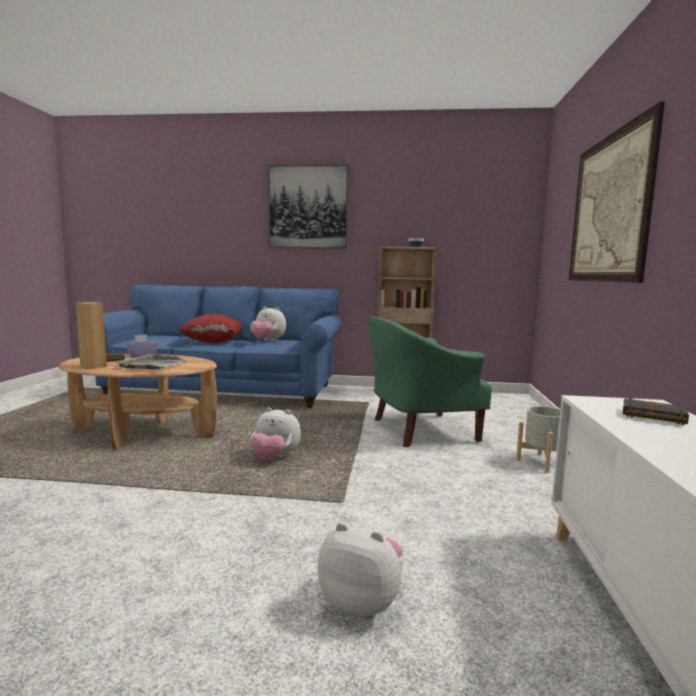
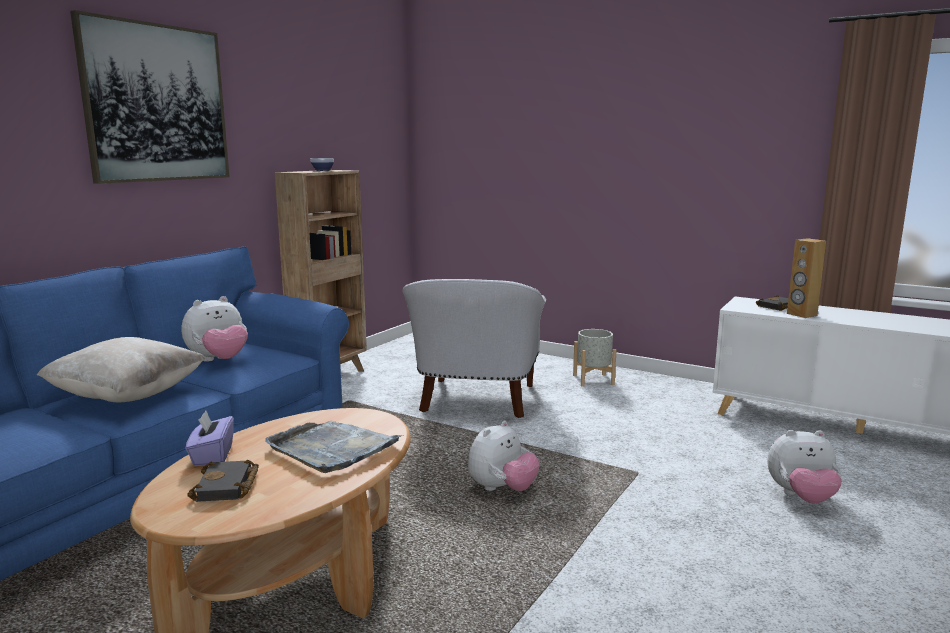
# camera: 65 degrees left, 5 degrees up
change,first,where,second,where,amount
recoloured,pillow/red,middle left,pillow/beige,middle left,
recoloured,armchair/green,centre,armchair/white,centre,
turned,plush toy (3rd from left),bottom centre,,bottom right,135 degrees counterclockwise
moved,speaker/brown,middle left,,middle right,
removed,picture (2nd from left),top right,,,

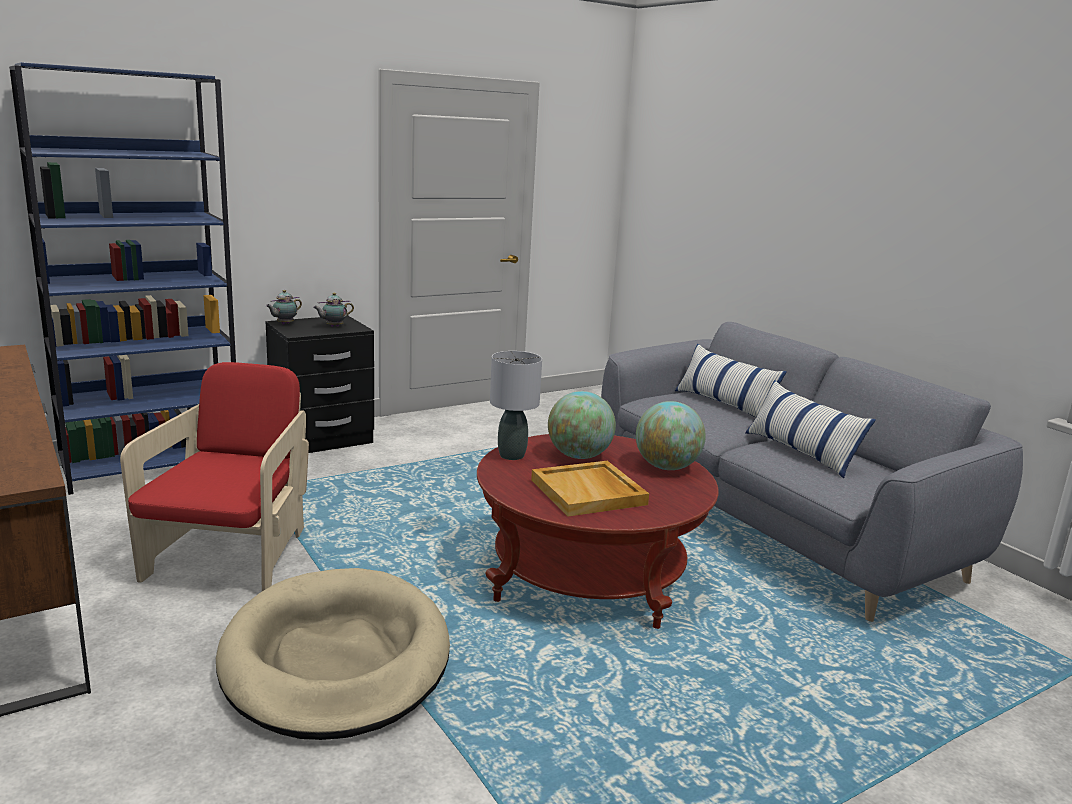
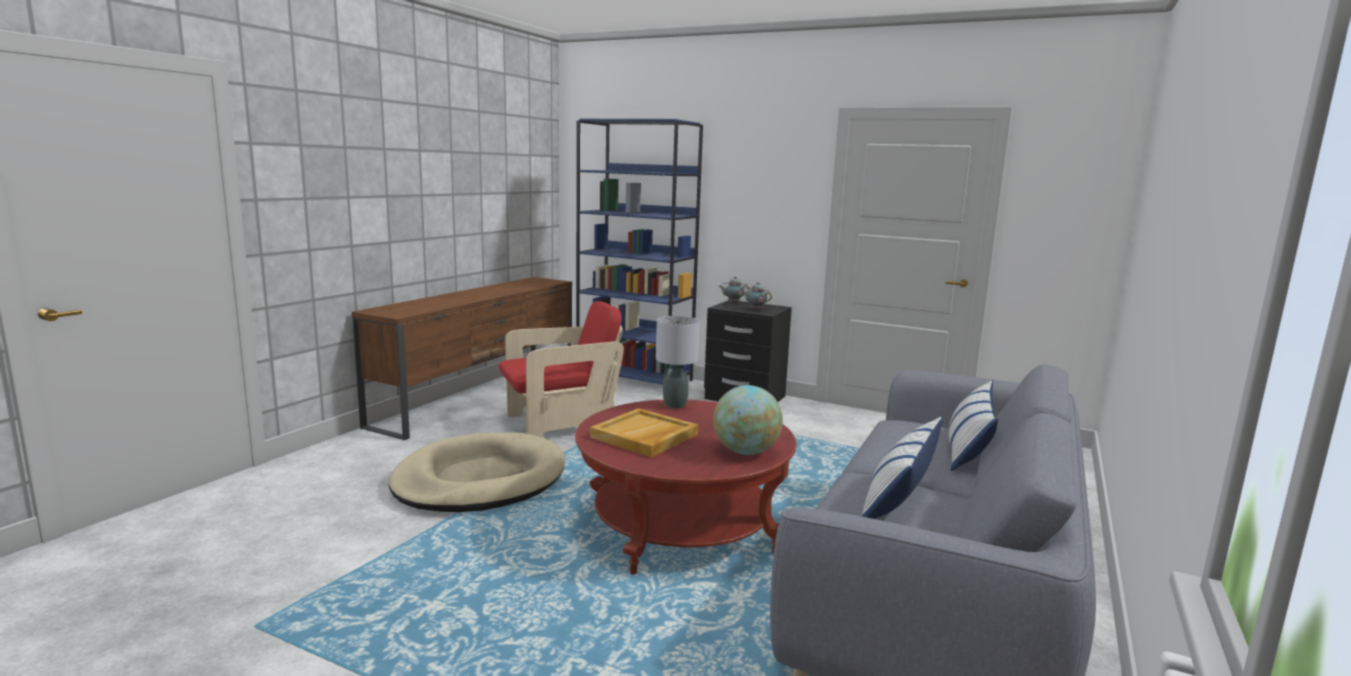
# camera: 60 degrees right, 5 degrees down
change,first,where,second,where,amount
removed,globe (1st from left),centre,,,

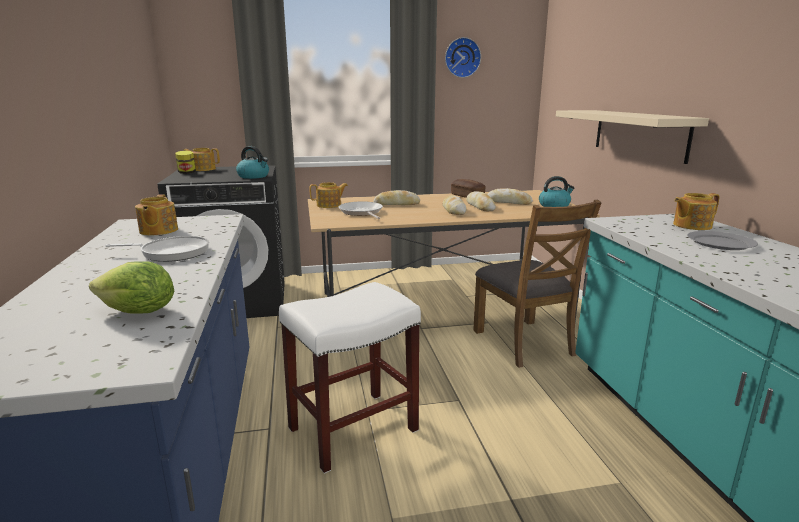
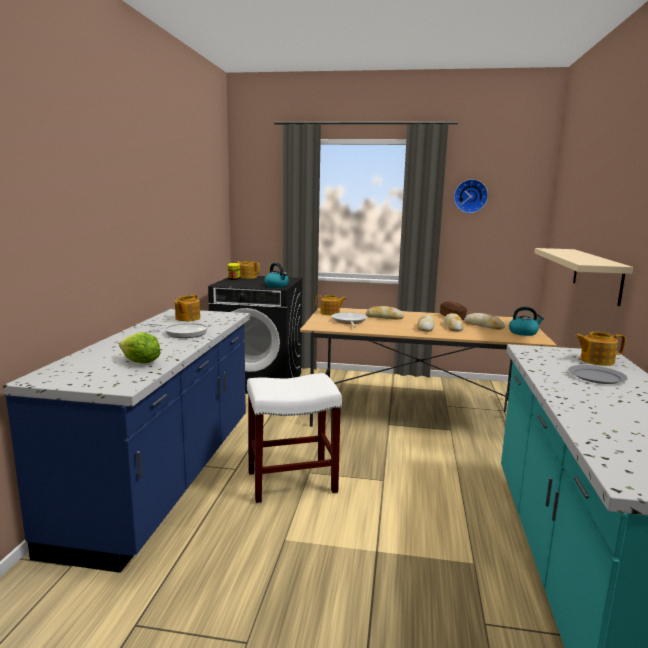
# camera: 20 degrees right, 5 degrees down
change,first,where,second,where,amount
removed,chair/brown,middle right,,,

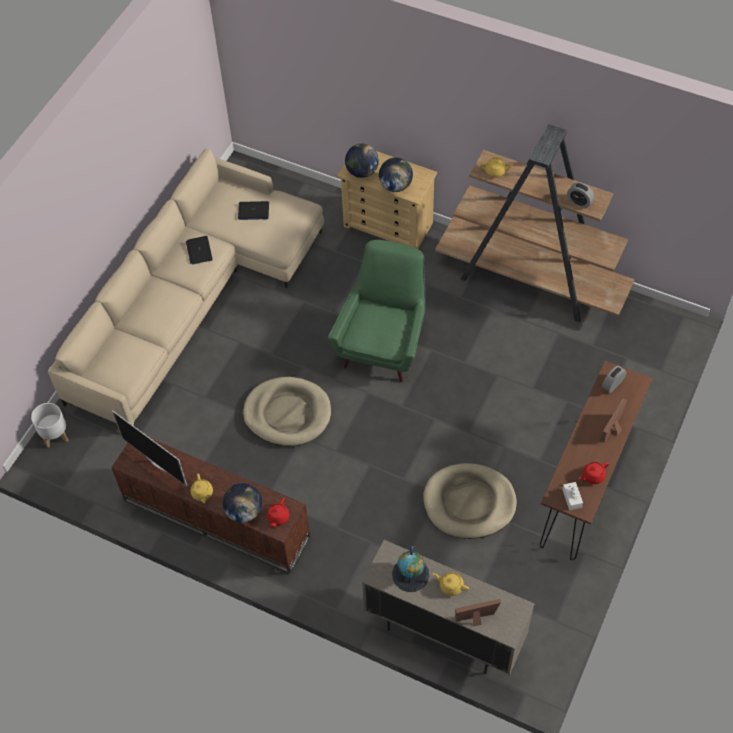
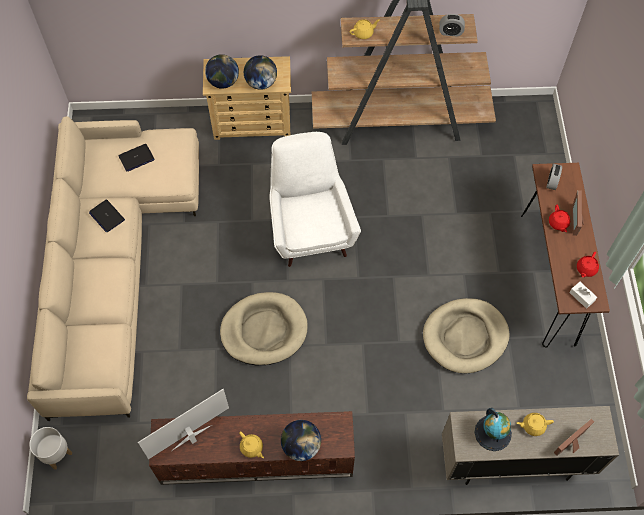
# camera: 30 degrees left, 5 degrees up
change,first,where,second,where,amount
turned,television,middle left,,bottom left,135 degrees clockwise
recoloured,armchair/green,centre,armchair/white,centre,
moved,teapot/red (1st from left),bottom centre,,middle right,

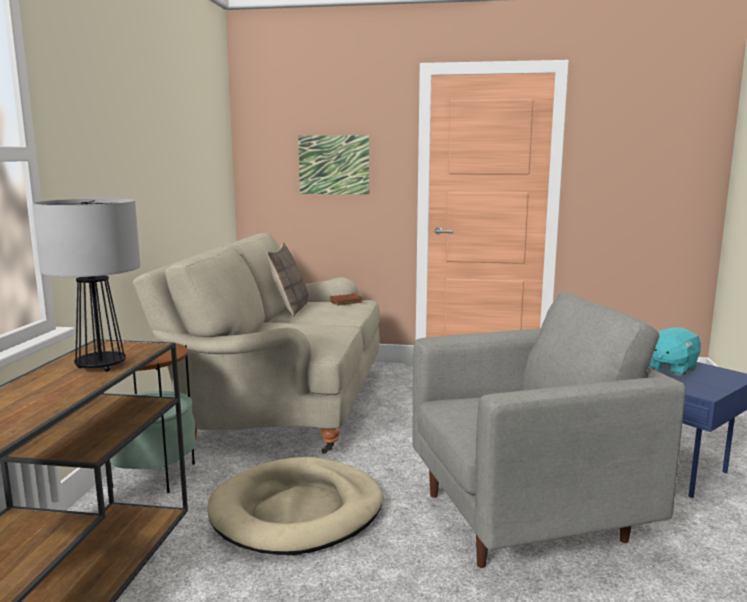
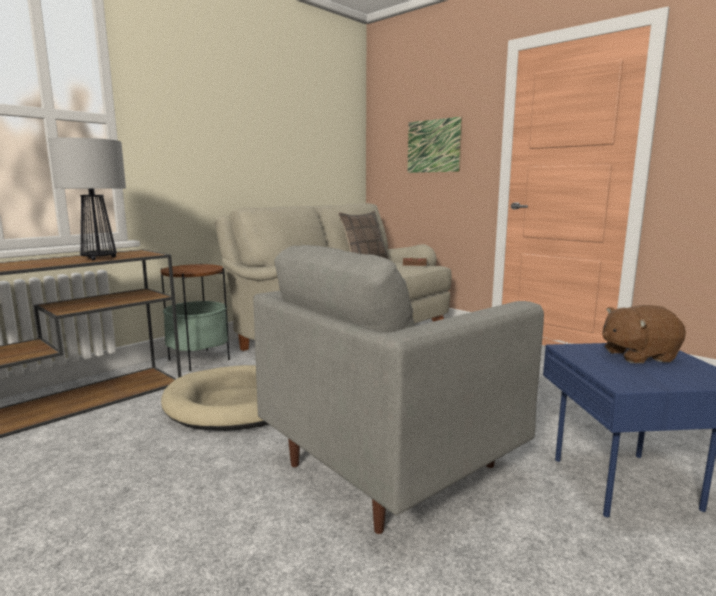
# camera: 35 degrees right, 0 degrees up
change,first,where,second,where,amount
turned,armchair/grey,bottom right,,centre,120 degrees clockwise
recoloured,plush toy/turquoise,middle right,plush toy/brown,middle right,

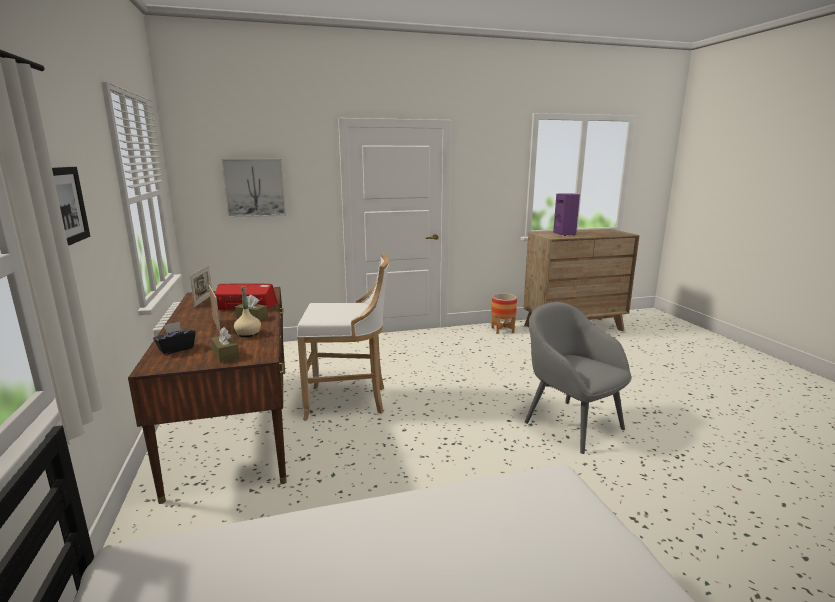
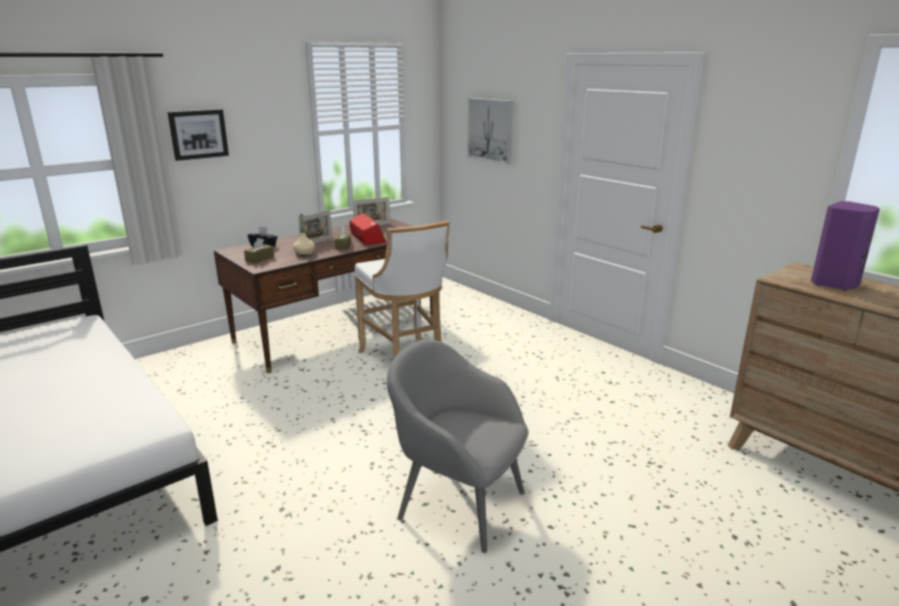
# camera: 65 degrees right, 5 degrees up
change,first,where,second,where,amount
turned,armchair/grey,middle right,,bottom centre,90 degrees counterclockwise
removed,planter,centre,,,

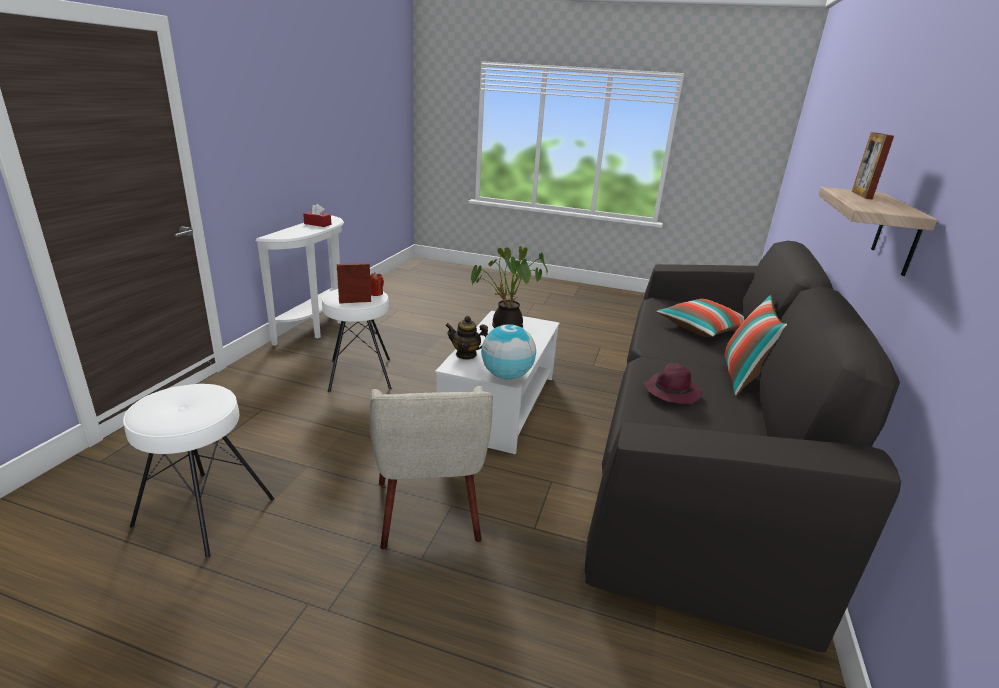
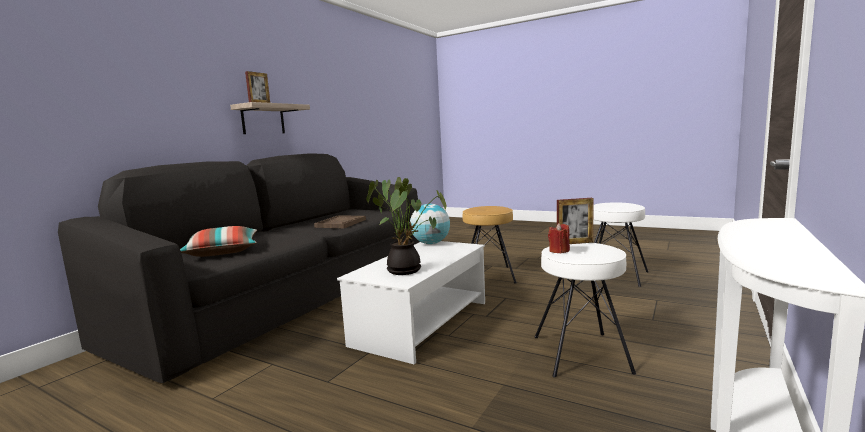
# camera: 165 degrees left, 15 degrees down
change,first,where,second,where,amount
replaced,hat/purple,middle right,tray/brown,centre,
replaced,armchair/beige,bottom centre,stool/brown,centre,
removed,tissue box/red,top left,,,
removed,teapot,centre,,,
removed,pillow (2nd from left),middle right,,,

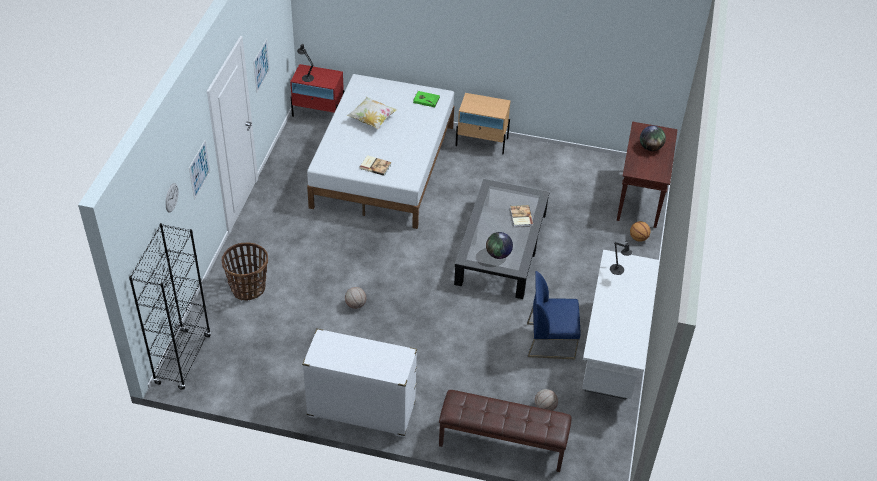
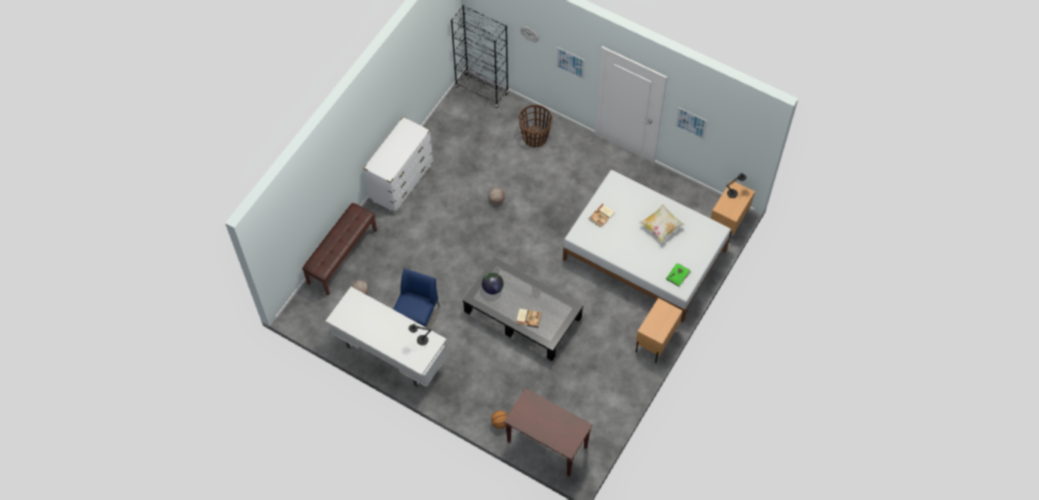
# camera: 110 degrees right, 15 degrees up
change,first,where,second,where,amount
recoloured,nightstand/red,top centre,nightstand/beige (2nd from left),middle right,
removed,globe (2nd from left),top right,,,

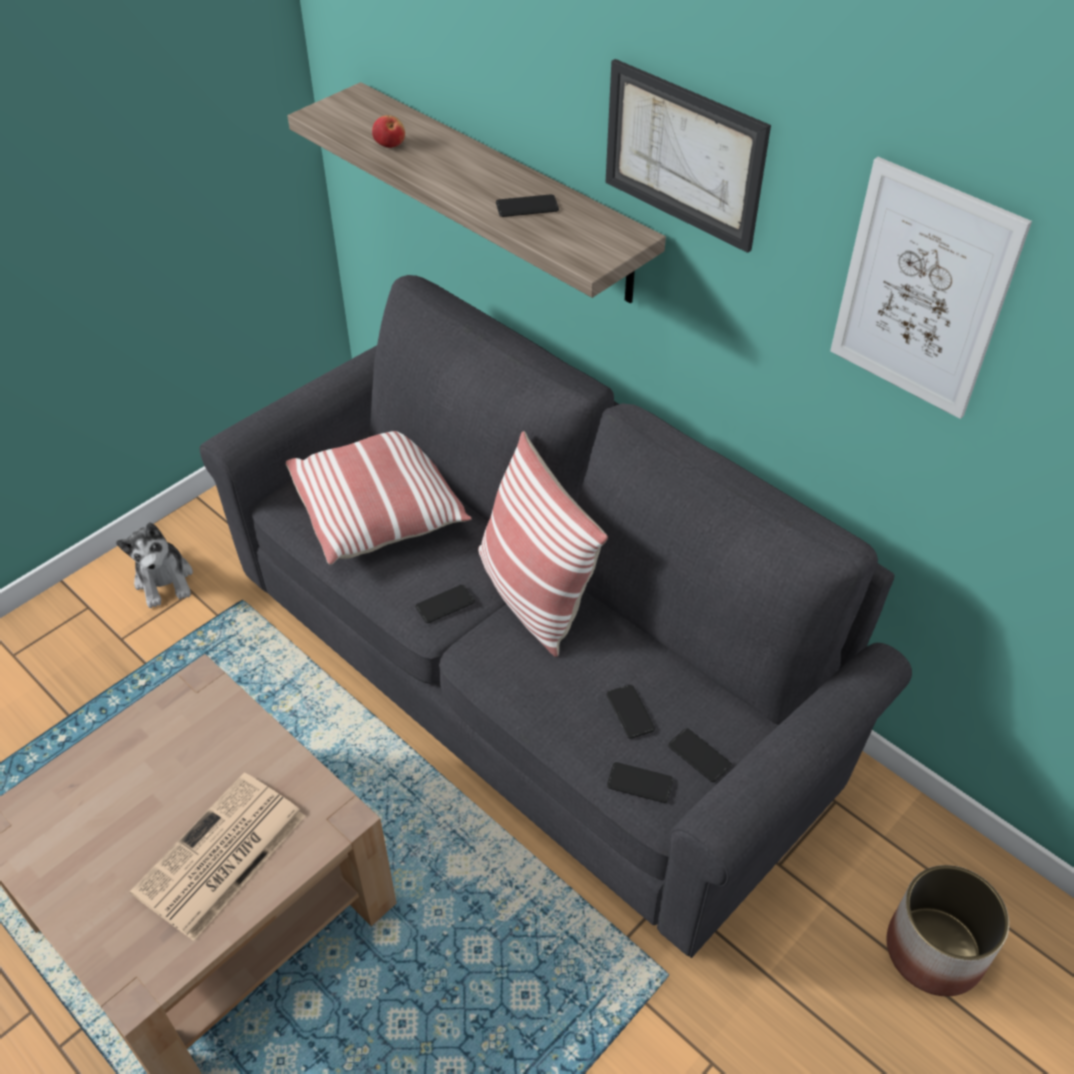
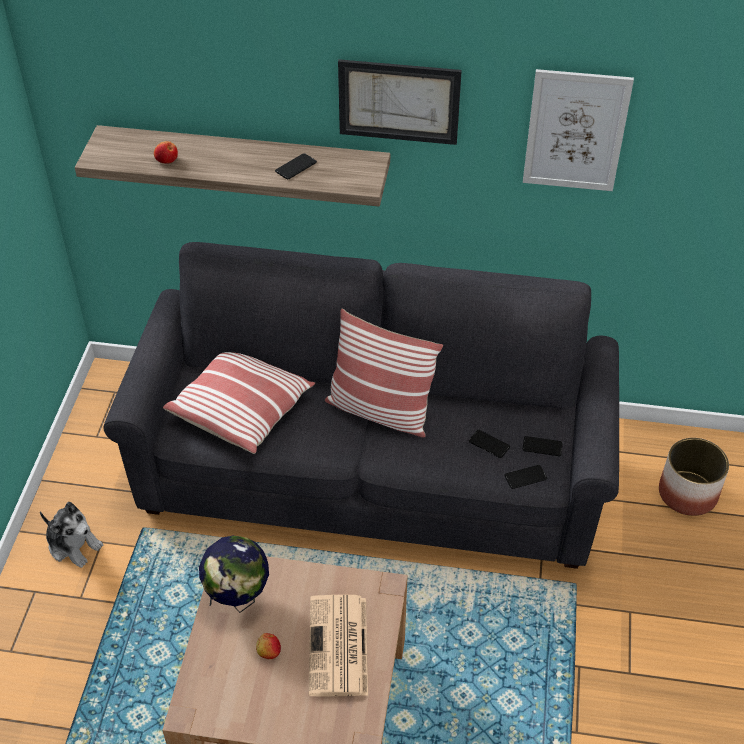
# camera: 35 degrees left, 0 degrees up
change,first,where,second,where,amount
added,,,globe,bottom left,
added,,,apple (2nd from left),bottom centre,
removed,phone (1st from left),centre,,,

